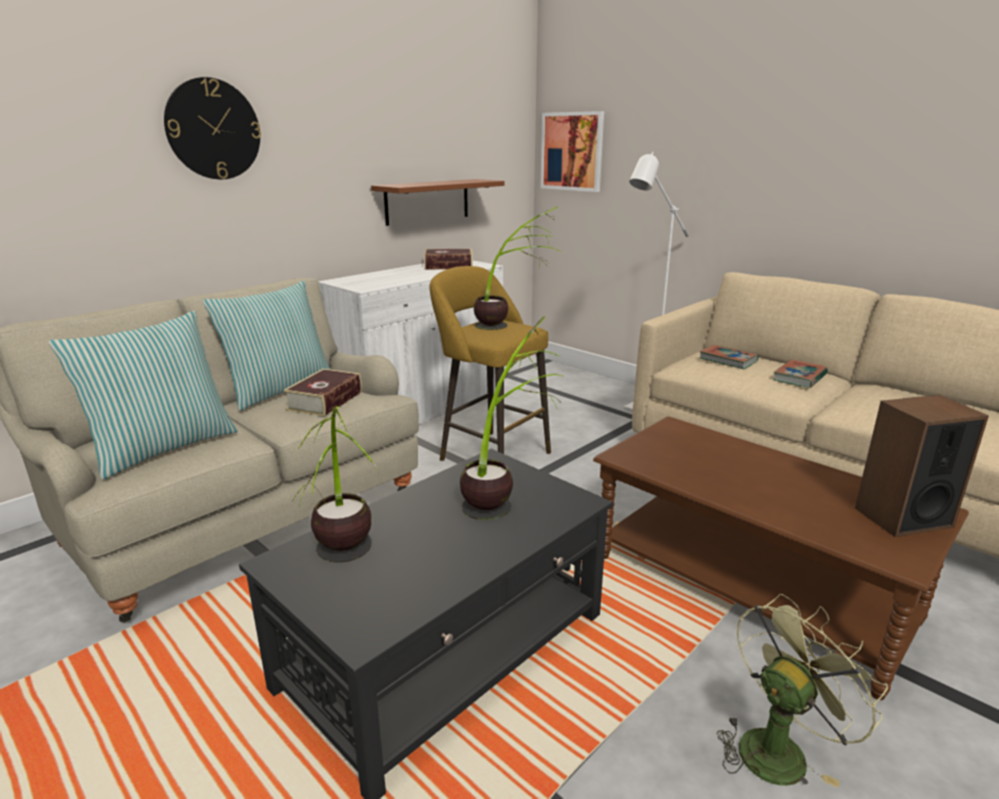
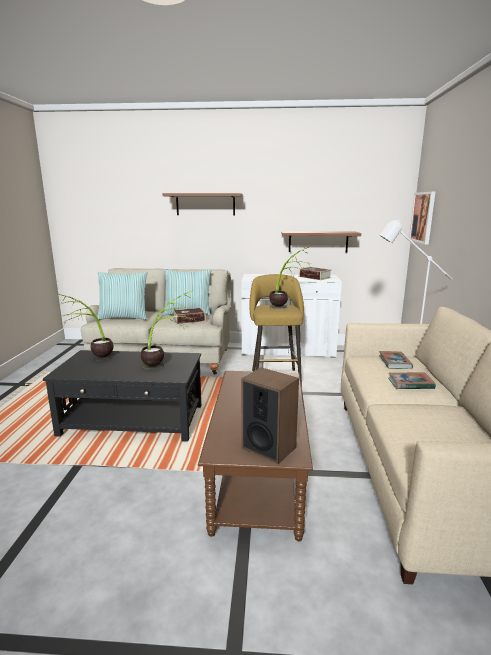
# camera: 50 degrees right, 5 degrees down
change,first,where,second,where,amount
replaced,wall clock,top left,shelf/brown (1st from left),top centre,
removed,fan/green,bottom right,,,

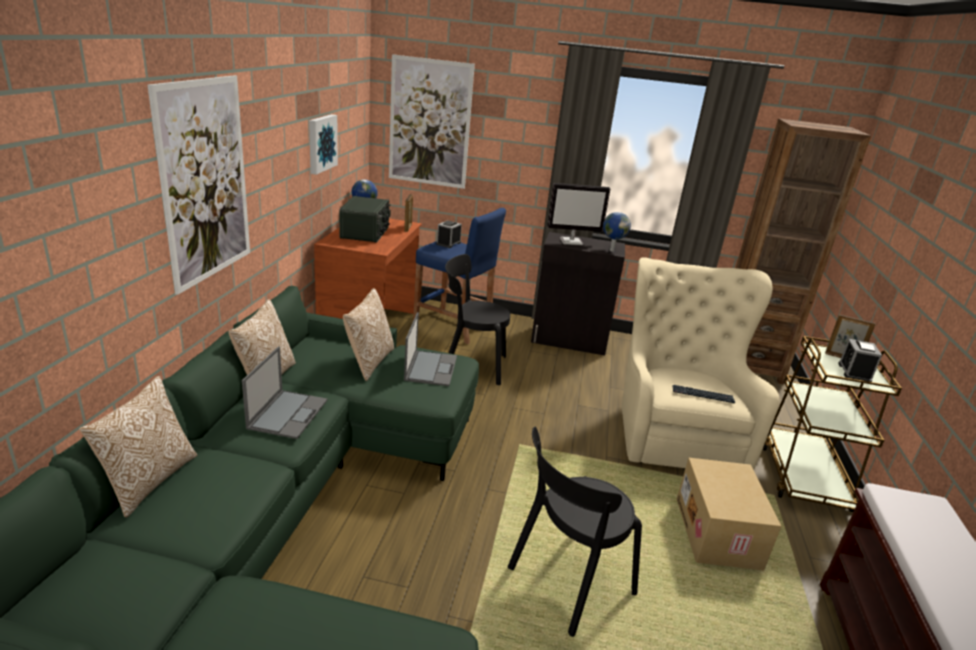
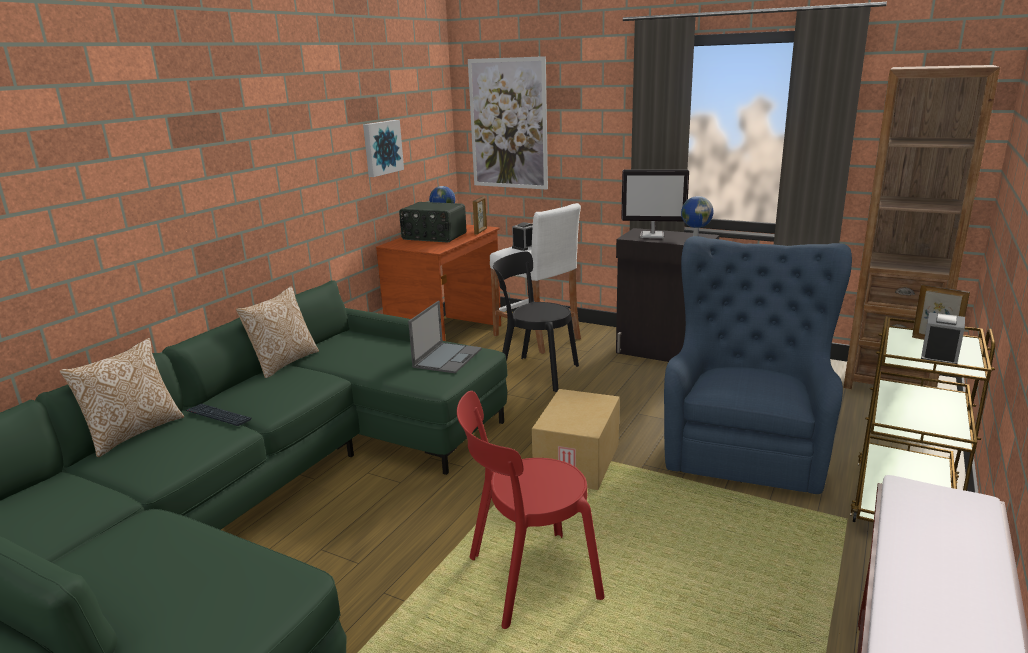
# camera: 20 degrees right, 5 degrees down
change,first,where,second,where,amount
moved,keyboard,middle right,,middle left,
turned,radio,centre,,centre,90 degrees clockwise
recoloured,chair/black (2nd from left),bottom centre,chair/red,bottom centre,
recoloured,stool/blue,centre,stool/white,centre,
moved,cardboard box,bottom right,,bottom centre,
recoloured,armchair/beige,middle right,armchair/blue,middle right,
removed,picture (1st from left),top left,,,
removed,laptop (1st from left),middle left,,,
removed,pillow (3rd from left),centre,,,

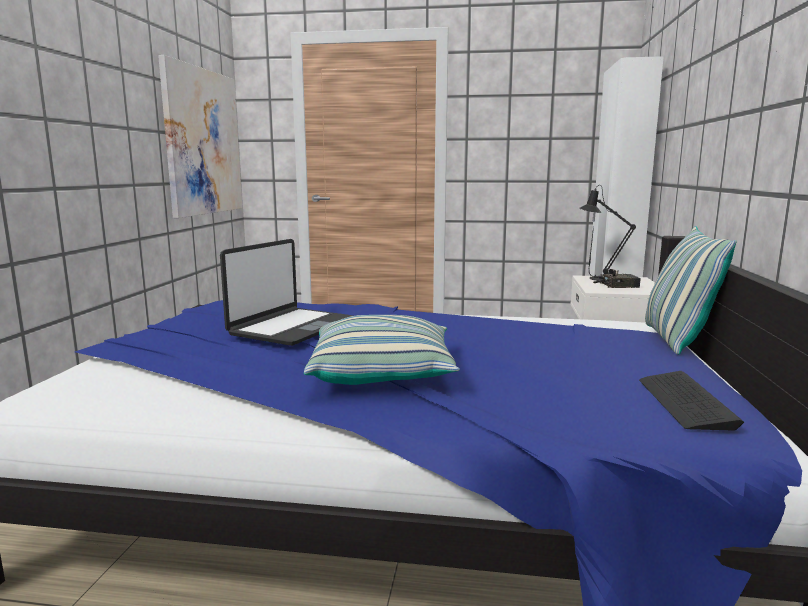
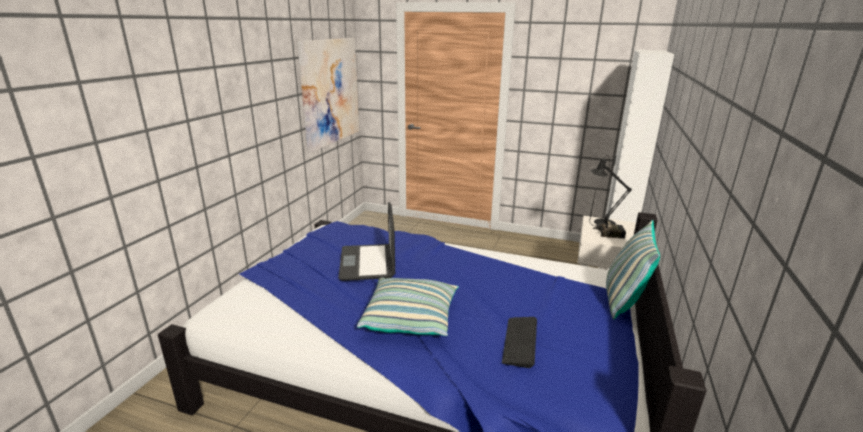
# camera: 10 degrees right, 10 degrees up
change,first,where,second,where,amount
turned,laptop,centre,,centre,135 degrees clockwise
moved,keyboard,middle right,,bottom centre,

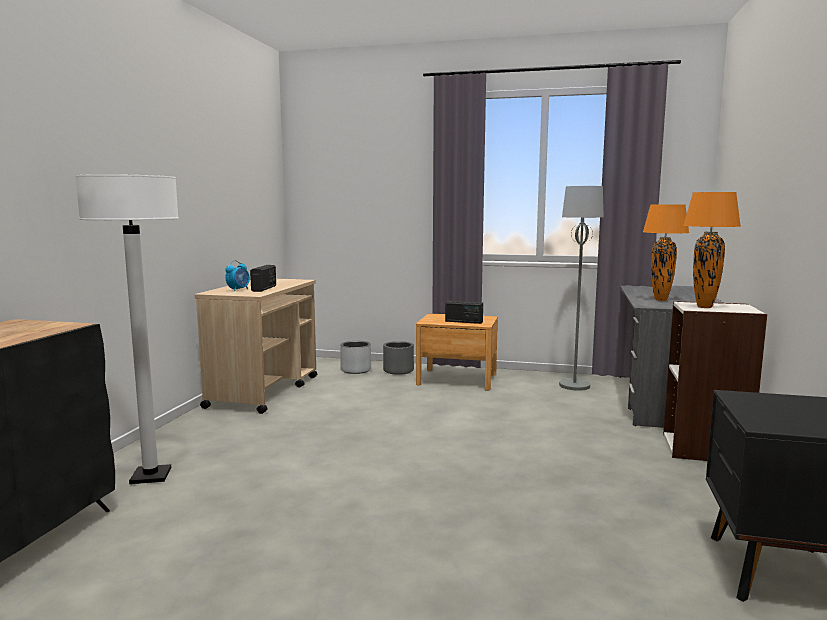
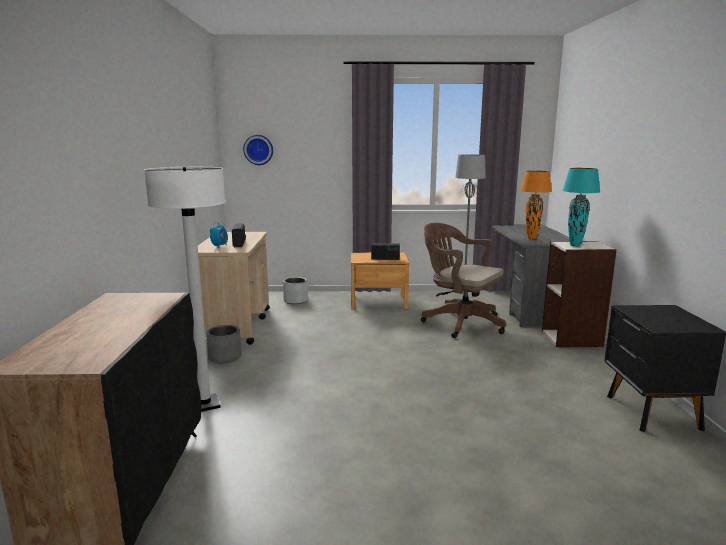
# camera: 15 degrees left, 5 degrees up
change,first,where,second,where,amount
moved,planter/grey (2nd from left in the first image),centre,planter/grey (1st from left),middle left,
added,,,wall clock,top centre,
added,,,office chair/brown,centre,
recoloured,table lamp/orange (2nd from left),middle right,table lamp/turquoise,middle right,

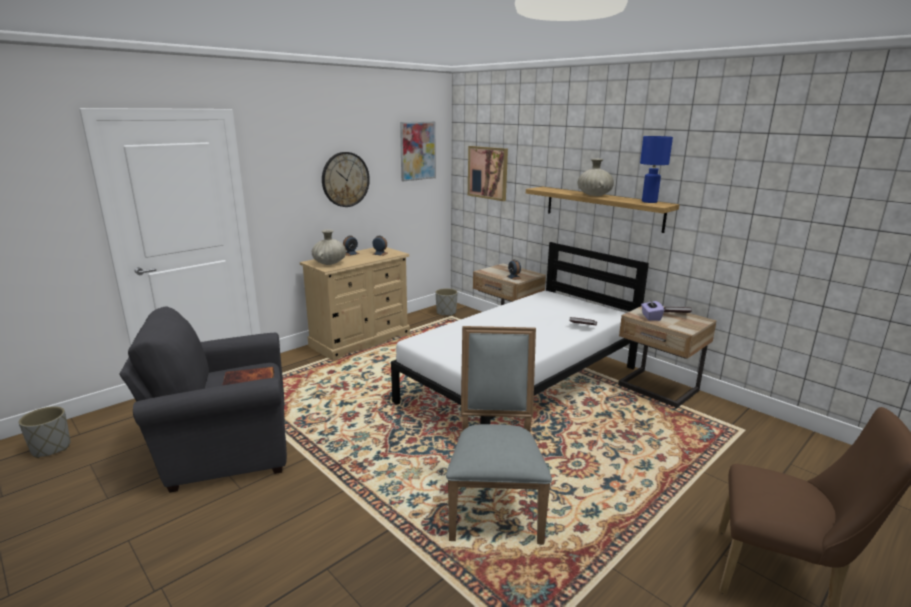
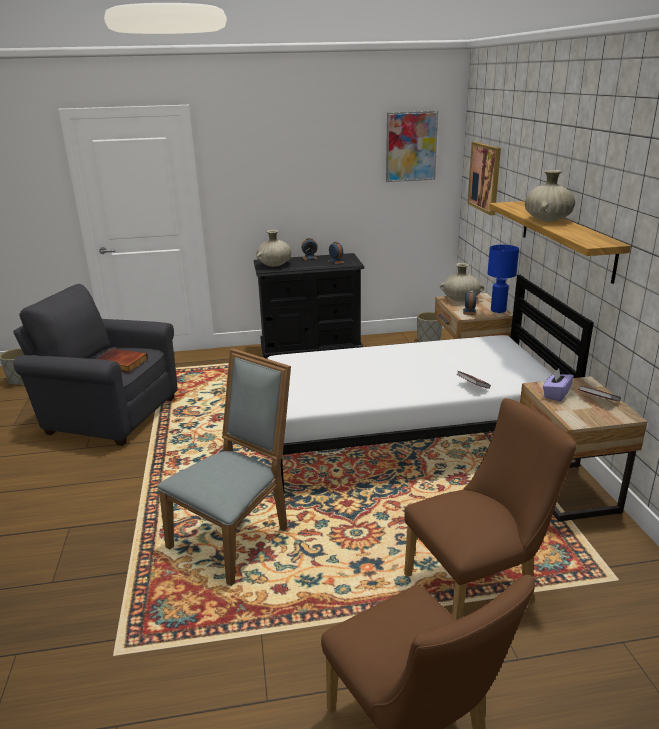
# camera: 35 degrees right, 5 degrees up
change,first,where,second,where,amount
recoloured,dresser/beige,centre,dresser/black,centre,
added,,,chair/brown (2nd from left),bottom right,
added,,,vase/beige (2nd from left),middle right,
moved,table lamp/blue,top right,,middle right,
removed,wall clock,top centre,,,

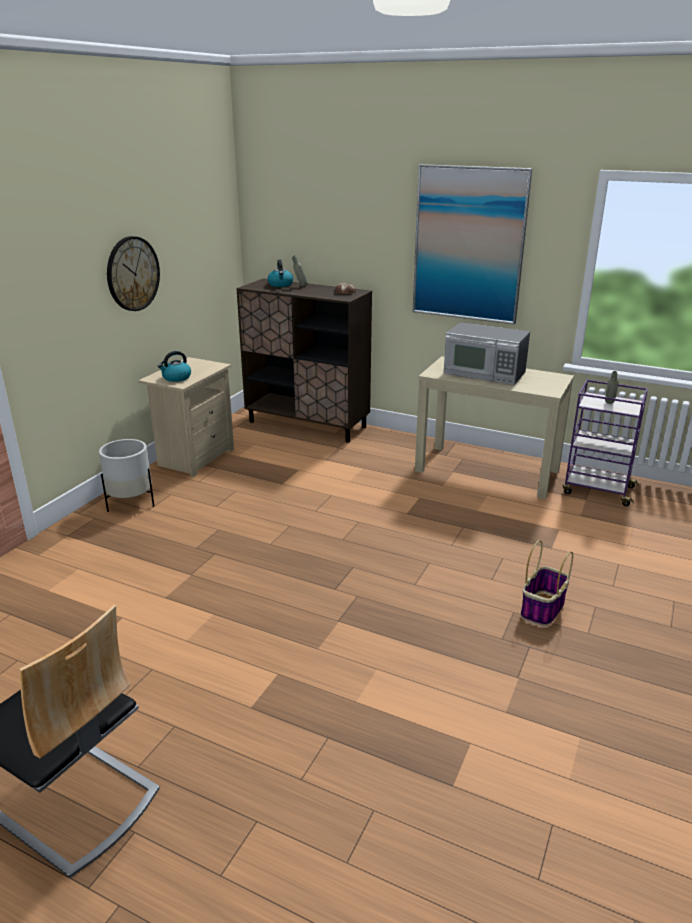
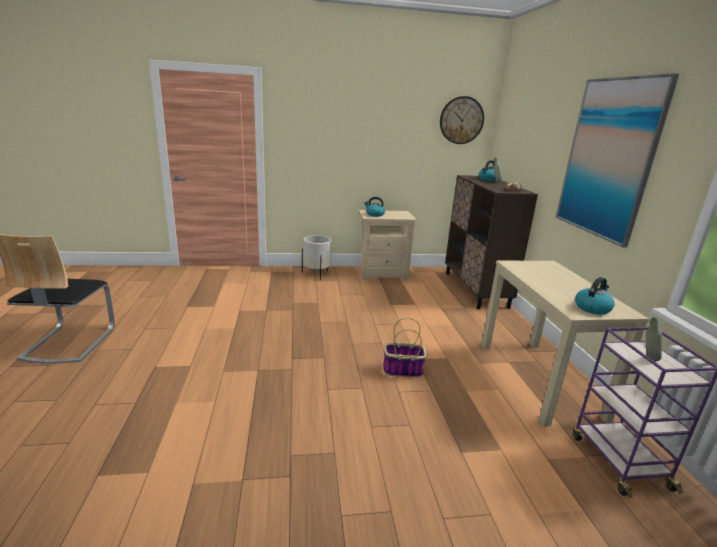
# camera: 55 degrees right, 5 degrees down
change,first,where,second,where,amount
moved,basket,middle right,,centre,
moved,wall clock,top left,,top centre,
added,,,kettle (3rd from left),middle right,
removed,microwave,middle right,,,

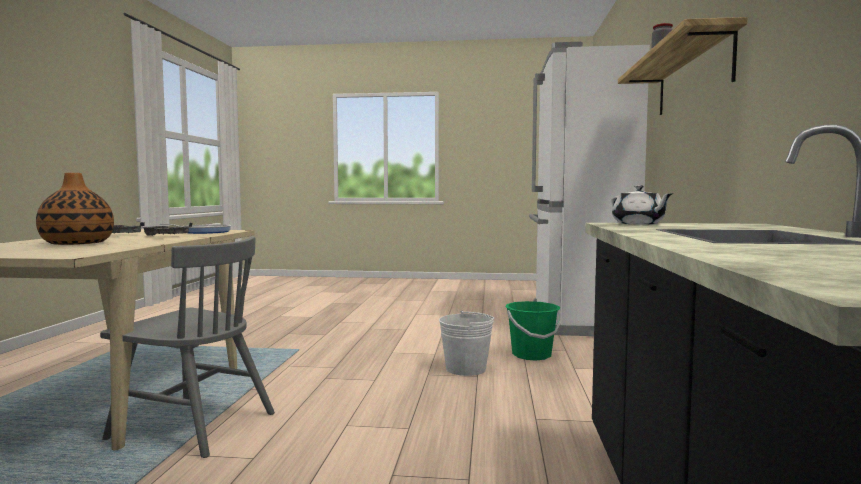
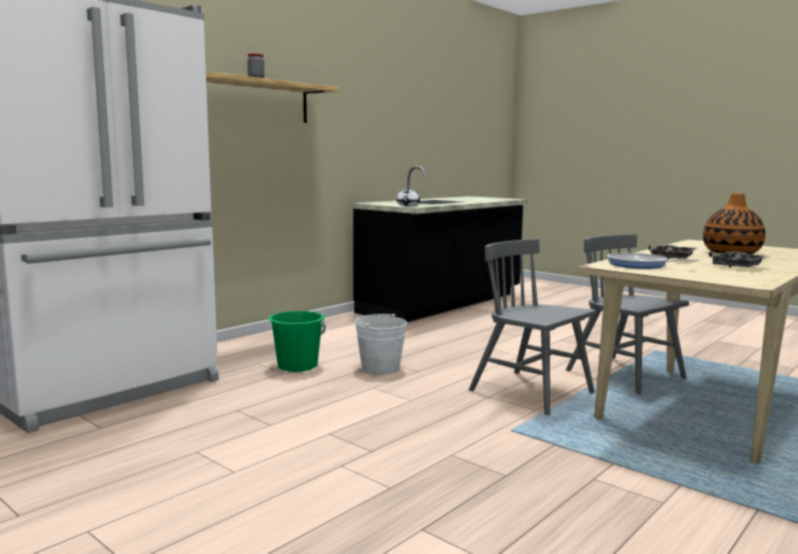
# camera: 145 degrees left, 5 degrees up
change,first,where,second,where,amount
added,,,chair/grey (1st from left),middle right,

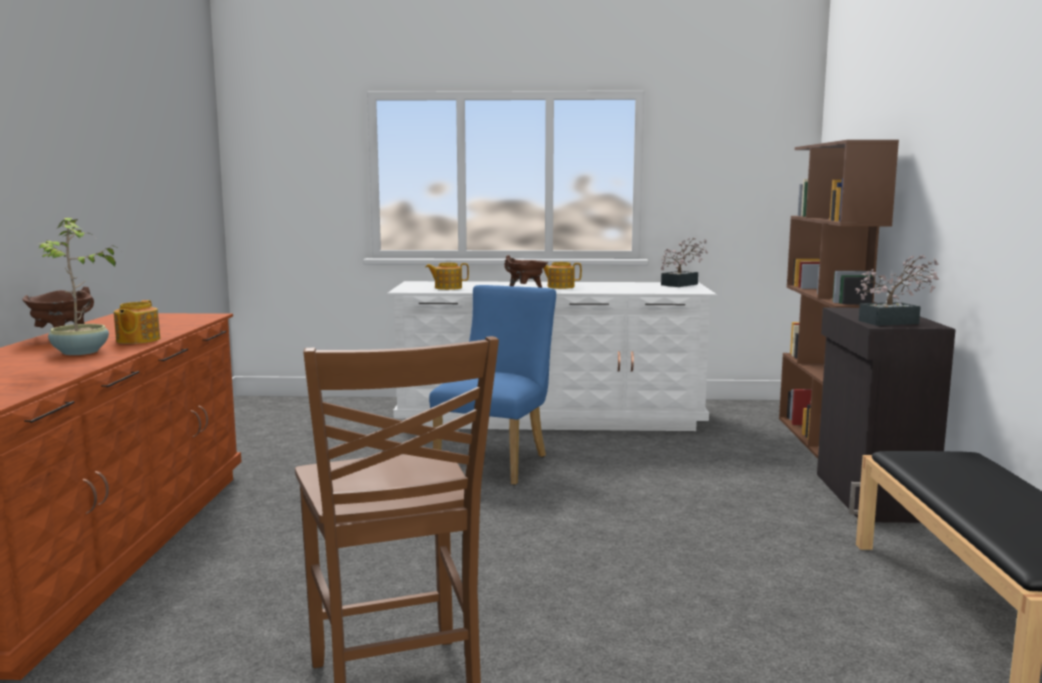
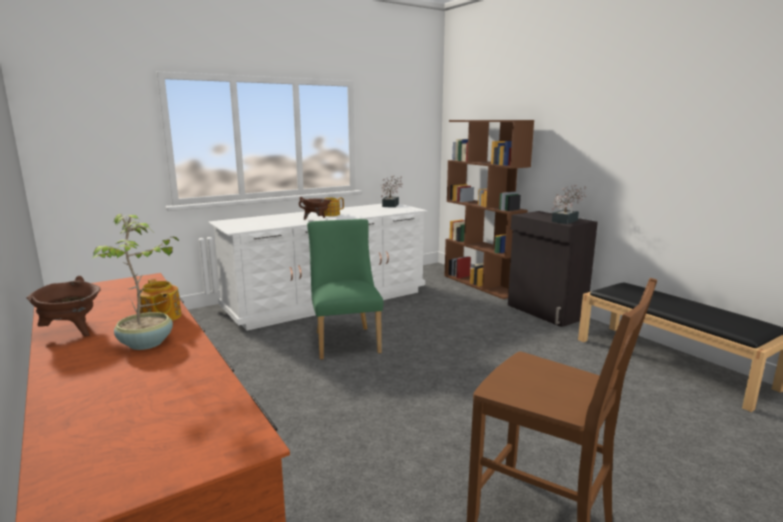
# camera: 35 degrees left, 5 degrees up
change,first,where,second,where,amount
recoloured,chair/blue,centre,chair/green,centre,
removed,teapot (2nd from left),centre,,,

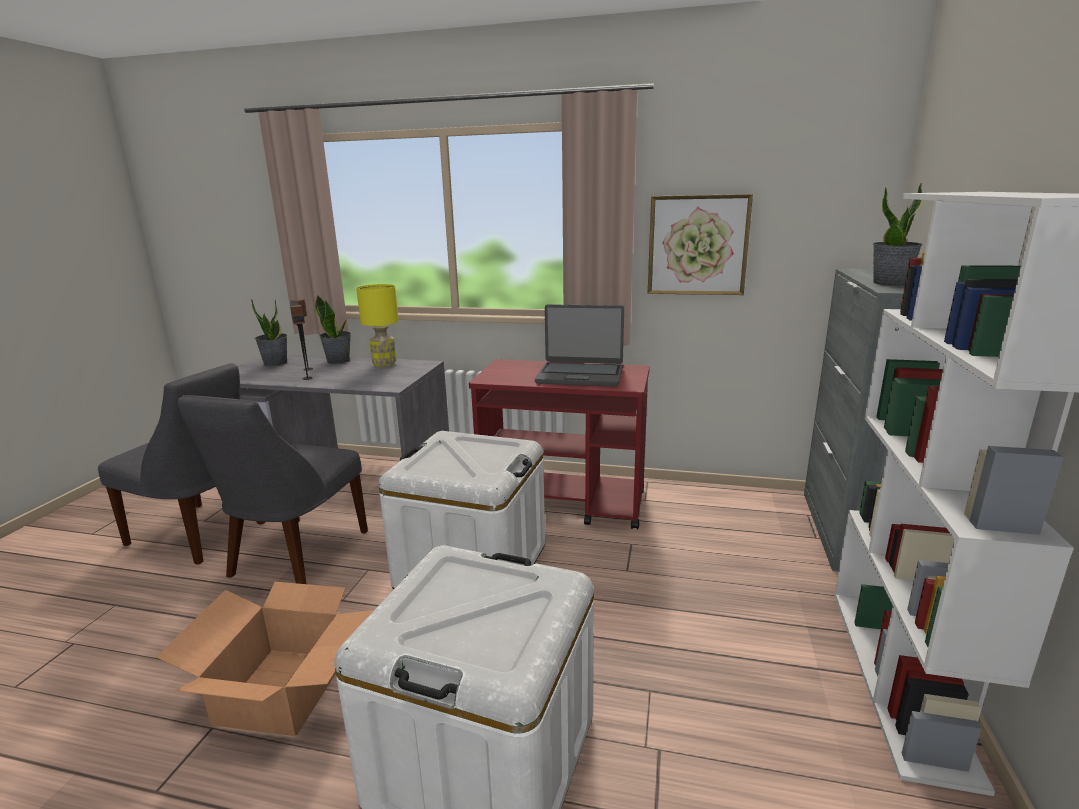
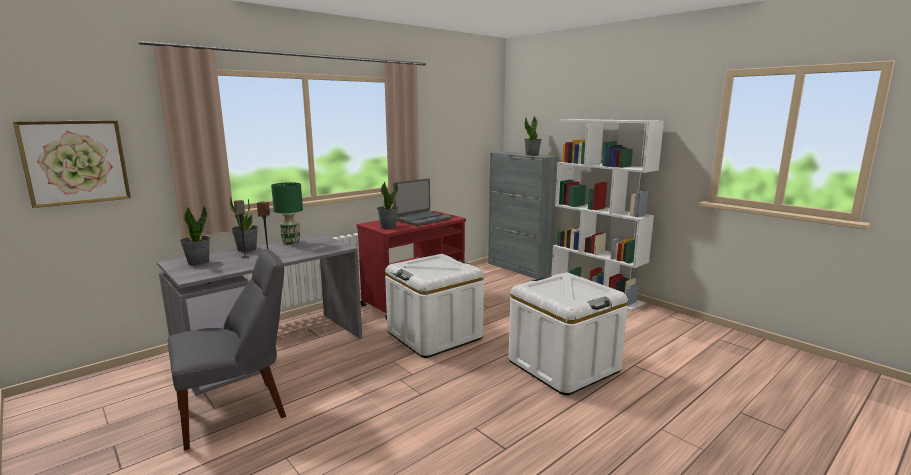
# camera: 55 degrees left, 5 degrees down
change,first,where,second,where,amount
moved,picture,top centre,,middle left,
recoloured,table lamp/yellow,centre,table lamp/green,middle left,
added,,,potted plant (3rd from left),centre,
removed,cardboard box,bottom left,,,
removed,chair/grey (2nd from left),middle left,,,

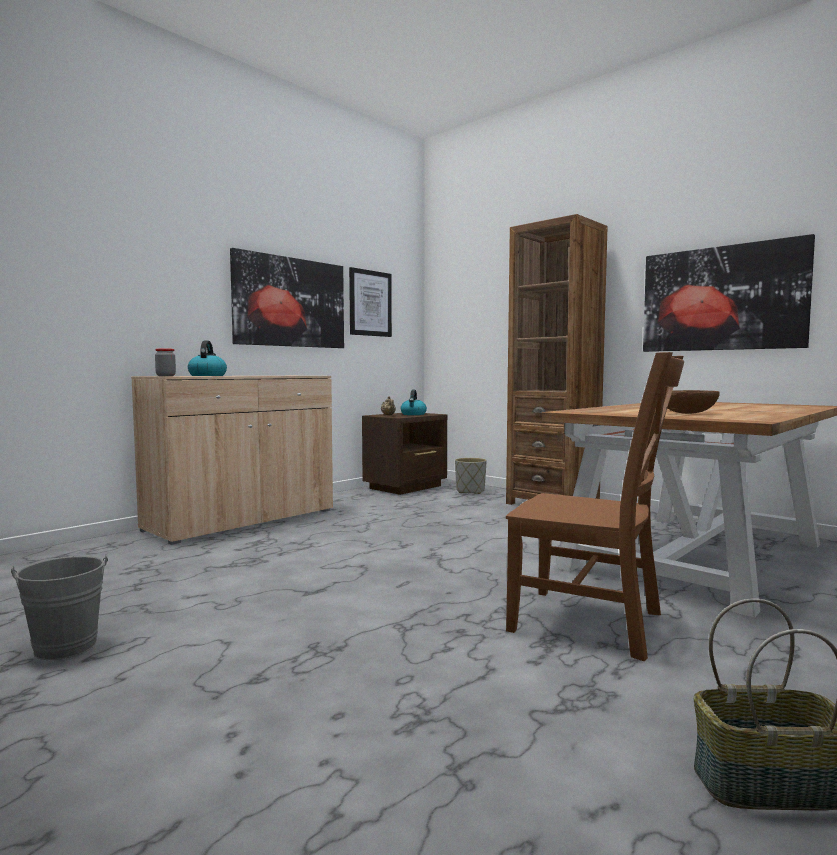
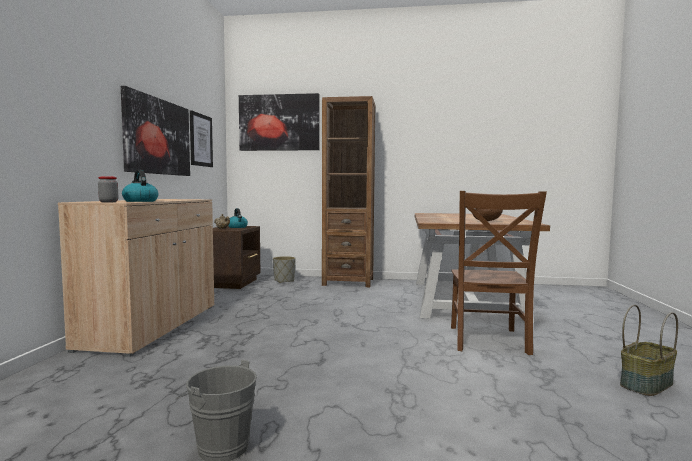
# camera: 35 degrees left, 0 degrees up
change,first,where,second,where,amount
moved,picture (3rd from left),middle right,,top centre,
turned,chair/brown,middle right,,middle right,105 degrees clockwise

